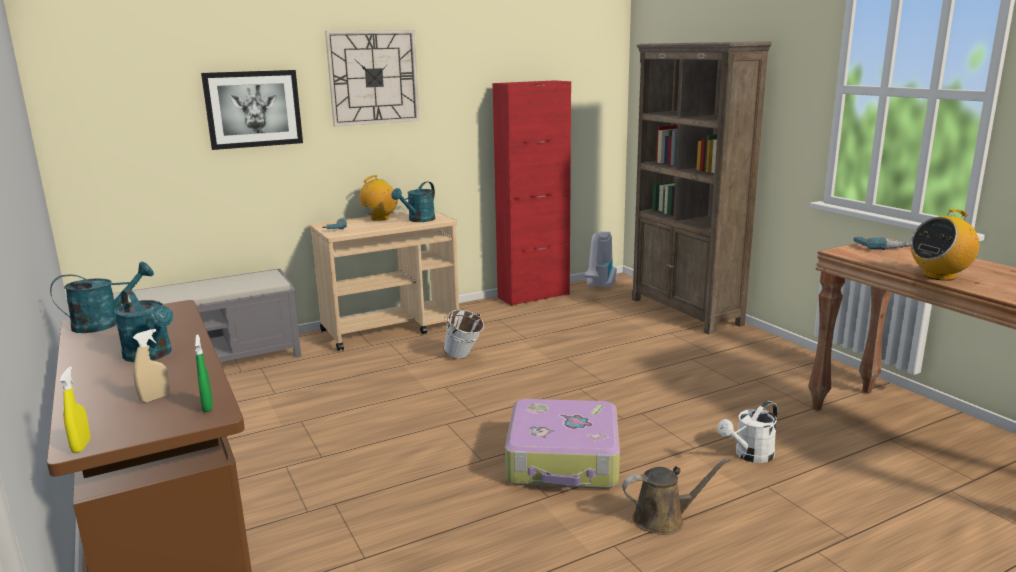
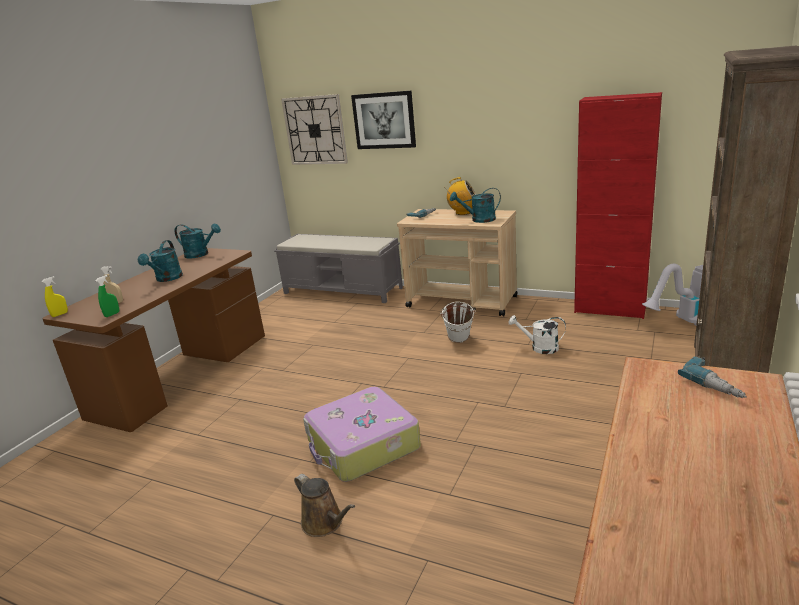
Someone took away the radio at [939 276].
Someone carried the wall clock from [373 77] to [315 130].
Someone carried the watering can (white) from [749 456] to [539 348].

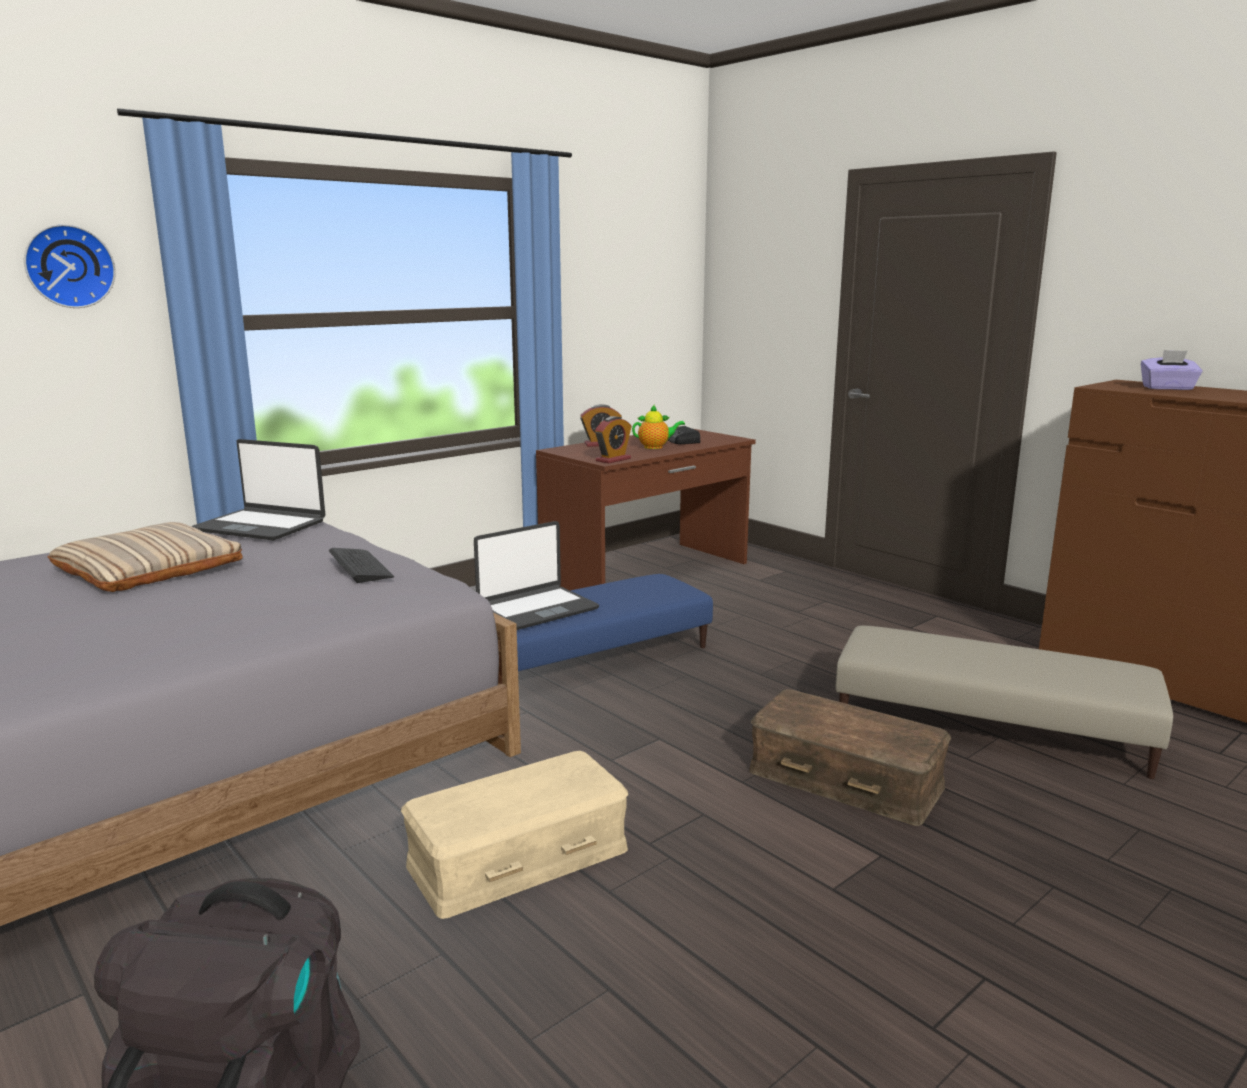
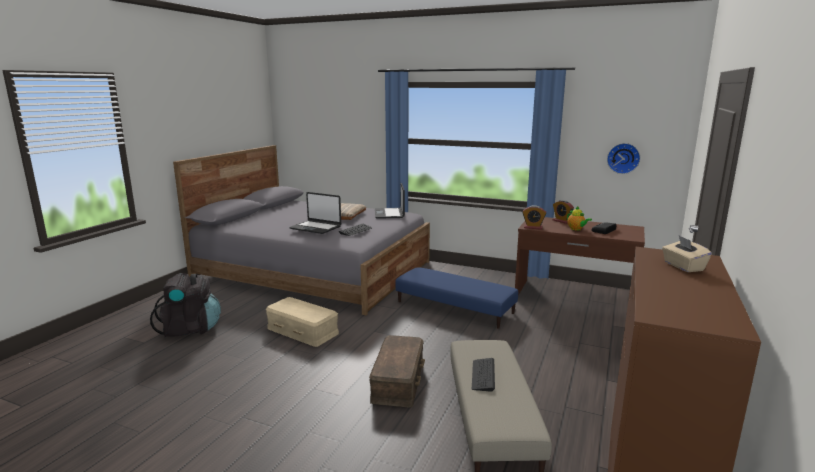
Someone put down the keyboard at [483 375].
Someone carried the wall clock from [69 266] to [623 158].
Someone carried the laptop from [537 609] to [316 227].
Someone repainted the tissue box (purple) at [1167 388], which became the tissue box (beige) at [683 266].

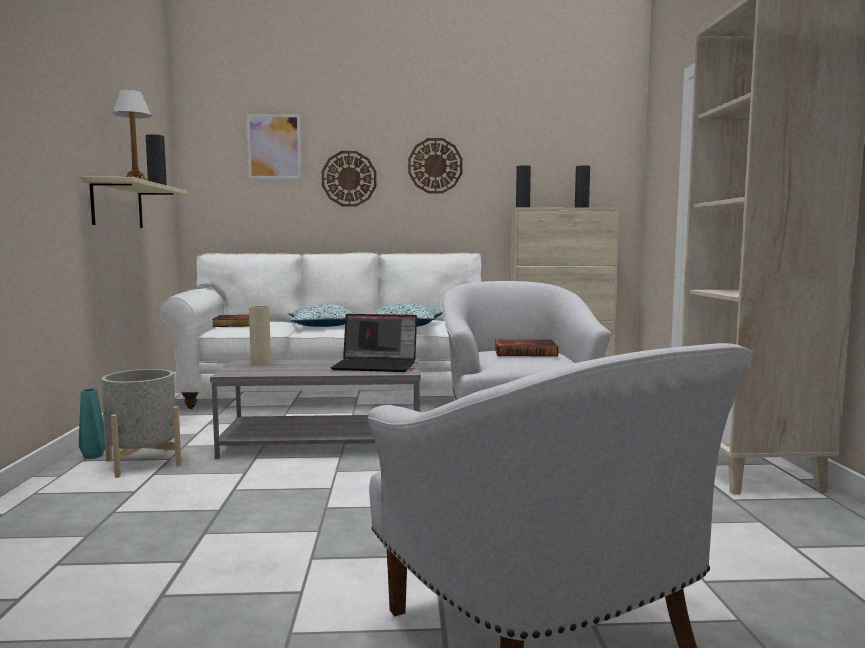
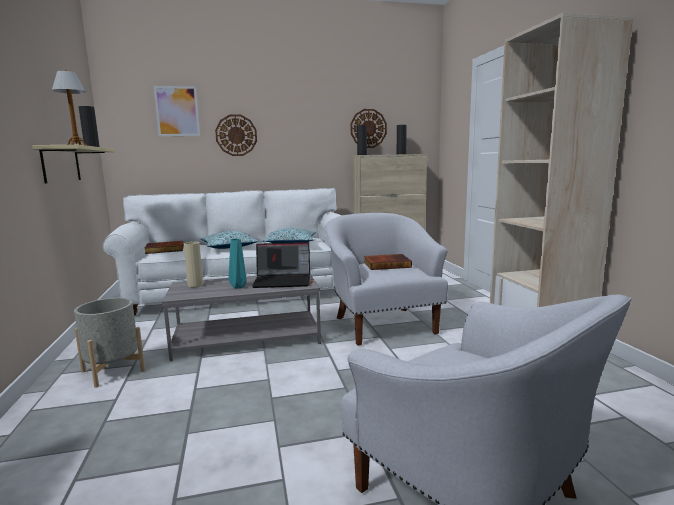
Someone carried the vase (turquoise) from [94 456] to [239 287].
Someone carried the wall clock from [435 166] to [368 128].

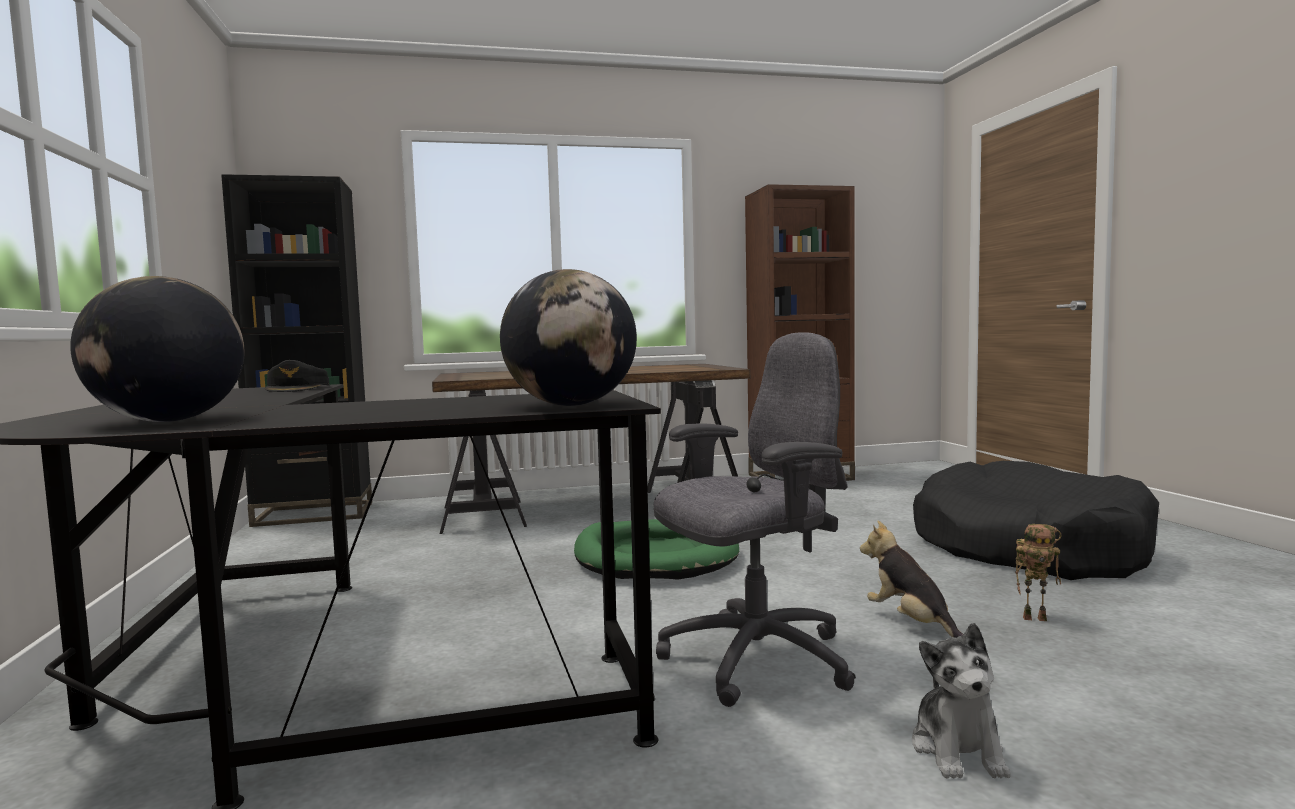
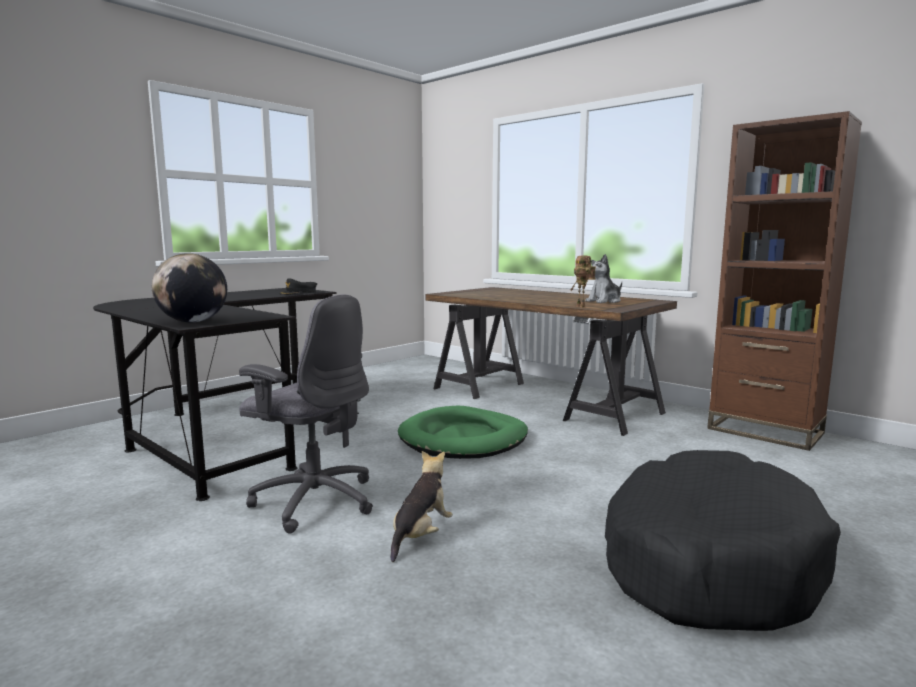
Someone took away the globe at [168 421].
Someone took away the bookcase (black) at [314 514].
Someone carried the plush toy from [958 750] to [604 301].
Someone carried the toy robot from [1035 618] to [582 306].

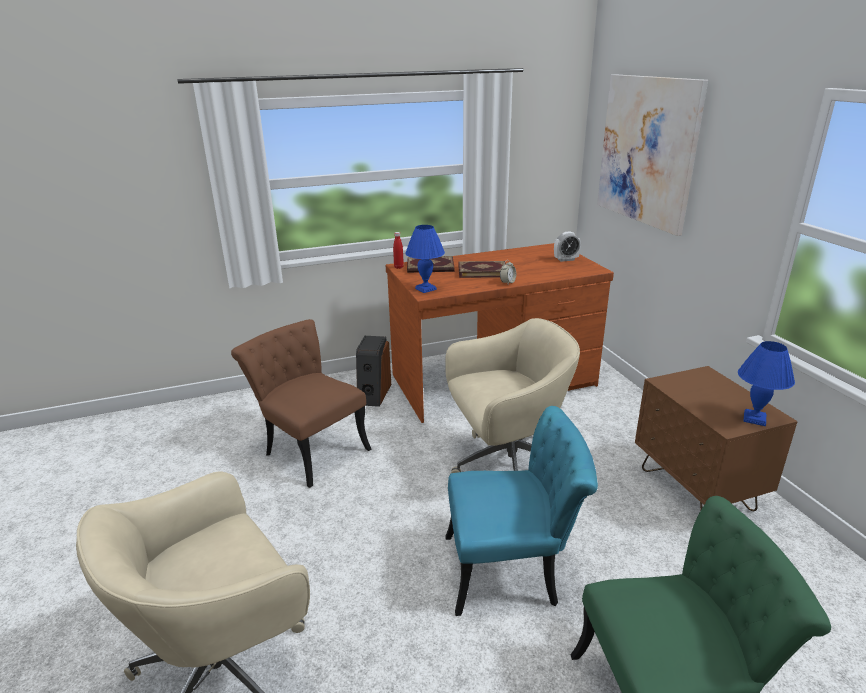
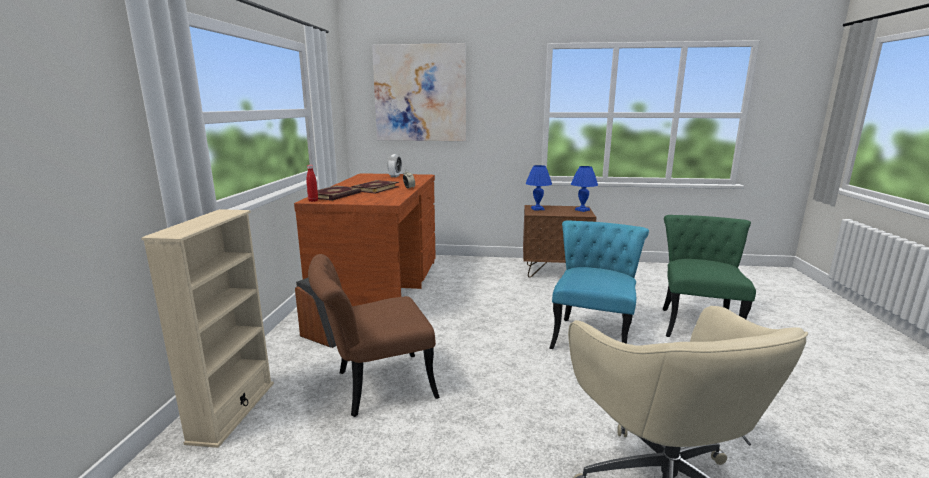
Someone took away the office chair (beige) at [506 465].
Someone put down the bookcase (beige) at [232 411].
Someone carried the table lamp (blue) from [425 289] to [537 209].

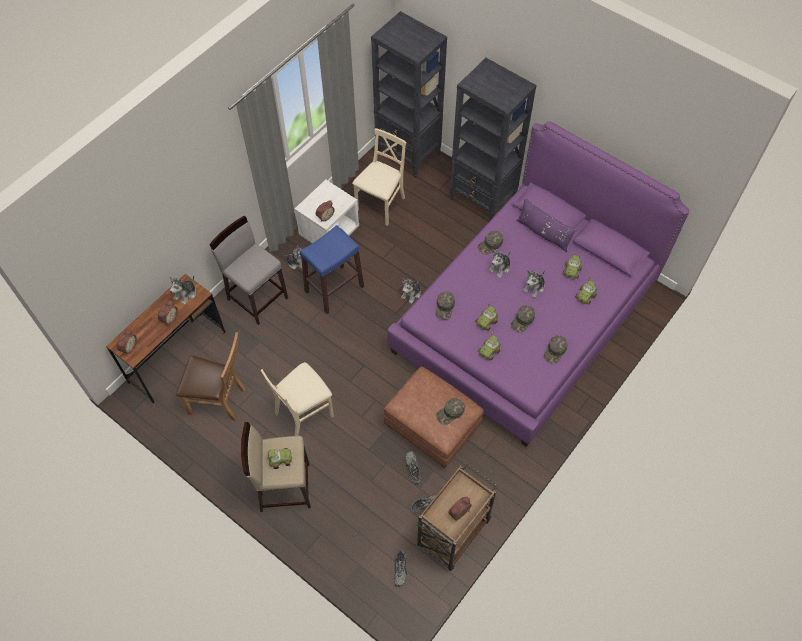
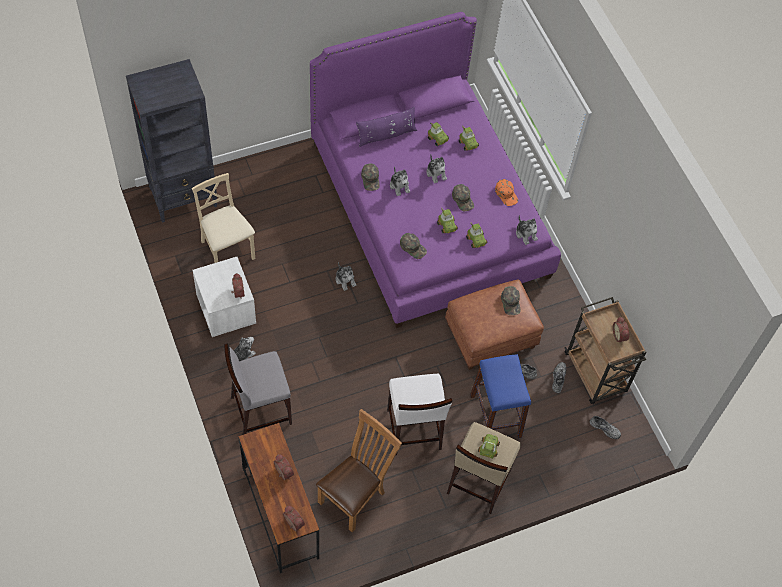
Someone took away the bookcase (black) at [483 199].
Someone carried the plush toy from [186 294] to [526 234].
Someone carried the stool (blue) from [334 289] to [495 416].
Someone swapped the chair (beige) at [304 412] for the stool (white) at [413 430].
Someone repainted the cap (green) at [555 351], which became the cap (orange) at [506 194].

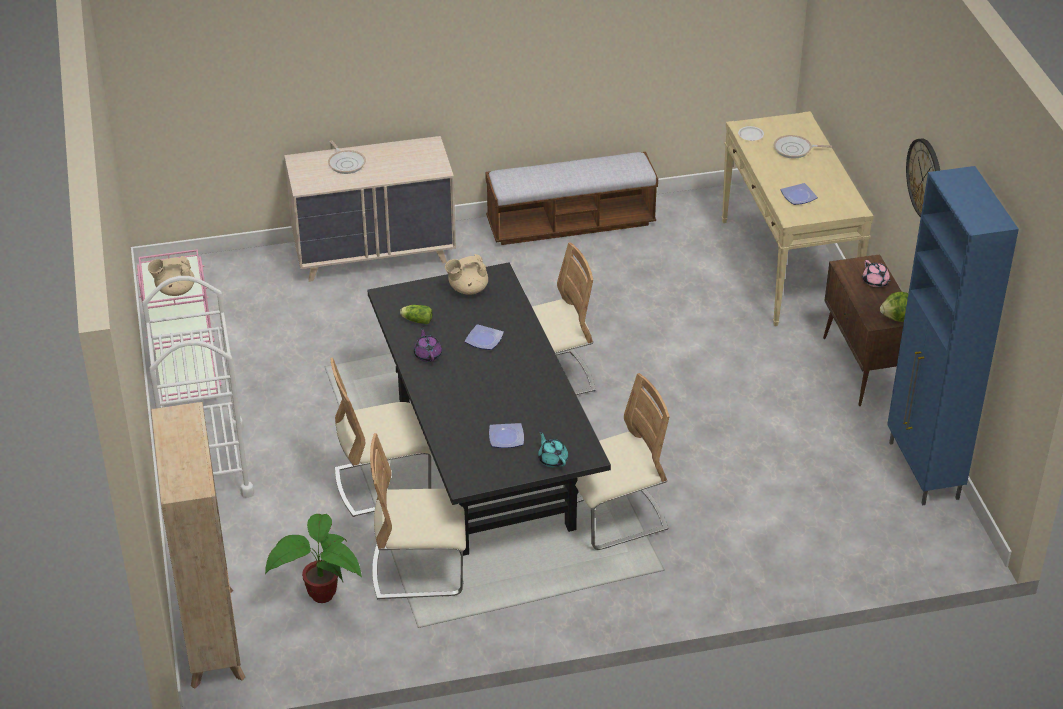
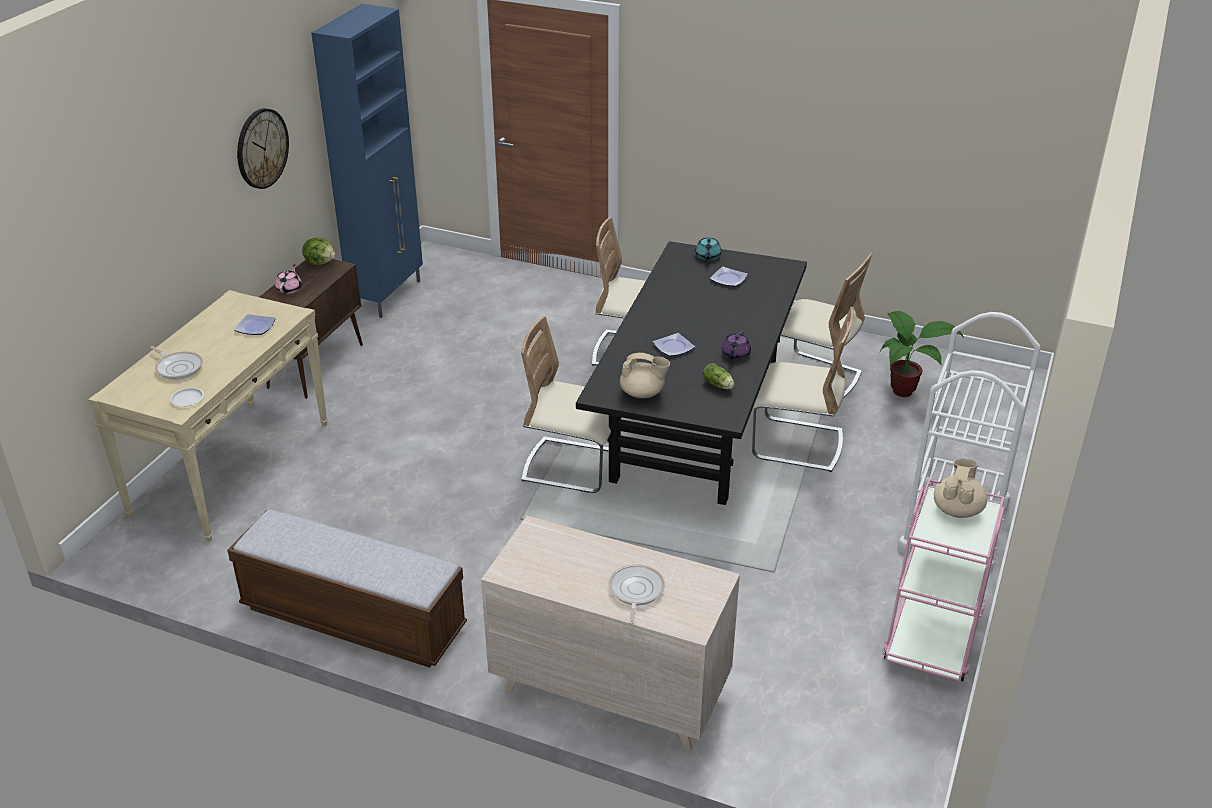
Someone took away the bookcase (beige) at [213 636].
Someone rotated the teapot (beige) at [175 290] by 90 degrees counterclockwise.

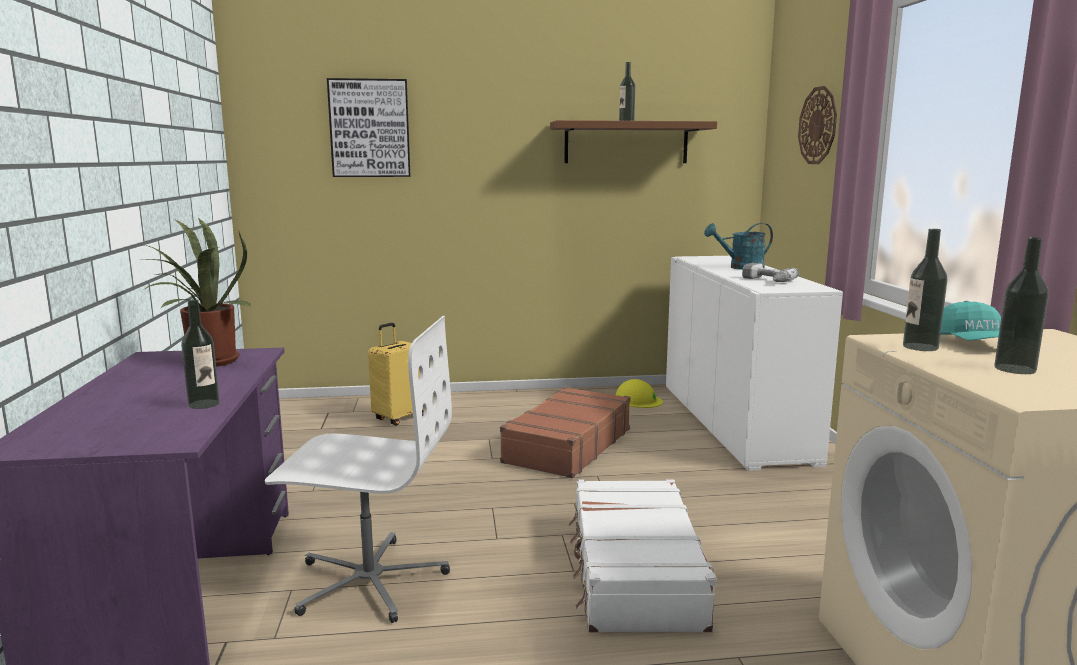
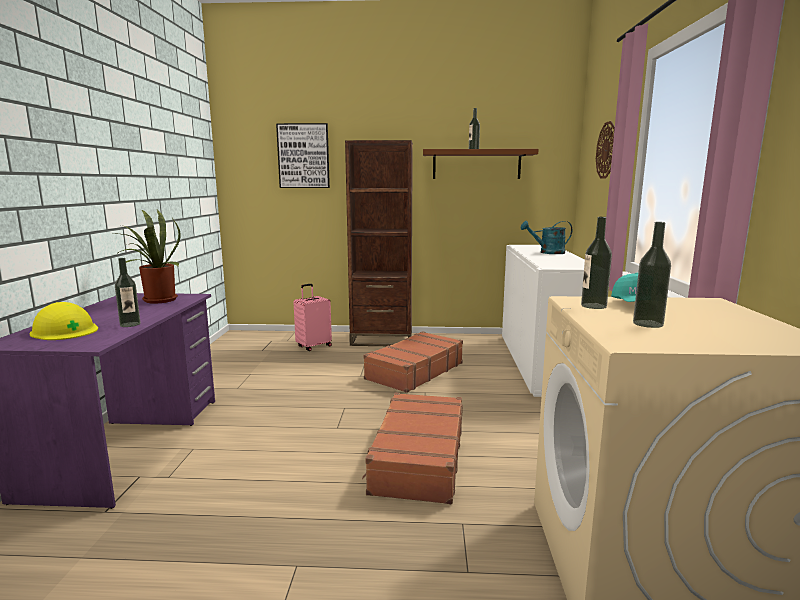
Someone took away the office chair (white) at [369 580].
Someone took away the power drill at [766 280].
Someone put down the bookcase (brown) at [381 339].
Someone carried the hard hat (yellow) from [637 400] to [65 330].
Someone repainted the suitcase (yellow) at [399 418], which became the suitcase (pink) at [313 346].
Someone repainted the suitcase (white) at [634 572], which became the suitcase (brown) at [417 458].

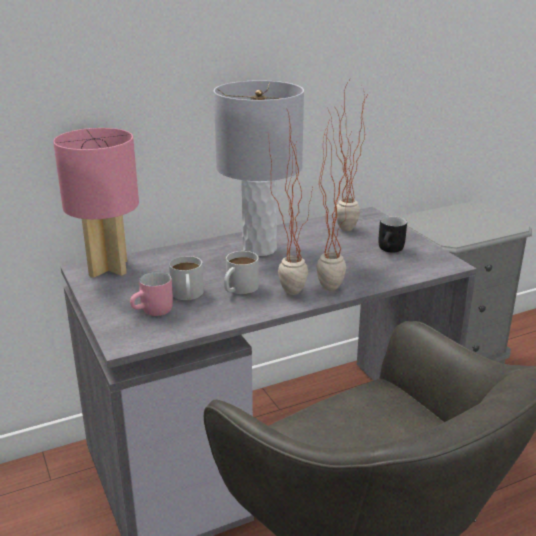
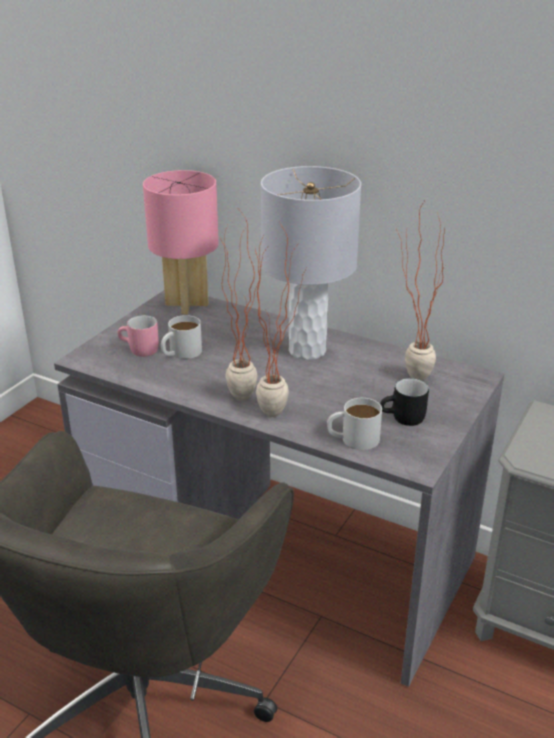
Someone carried the mug (white) from [238 289] to [353 439].

